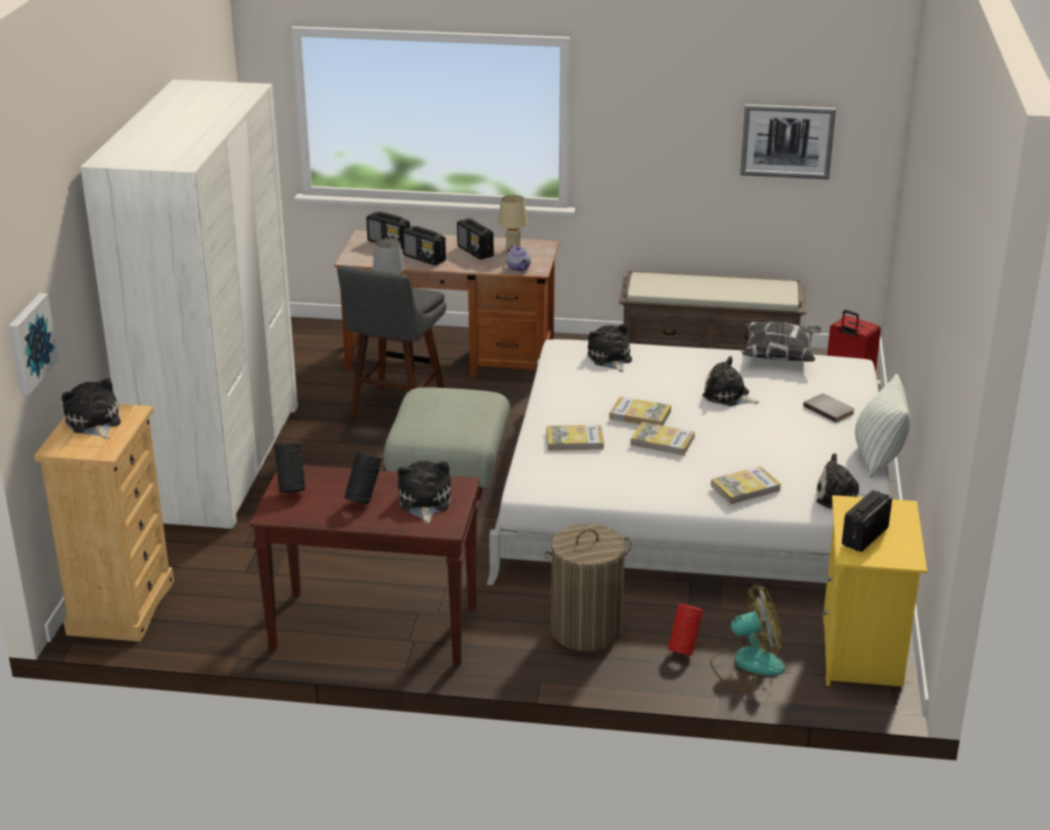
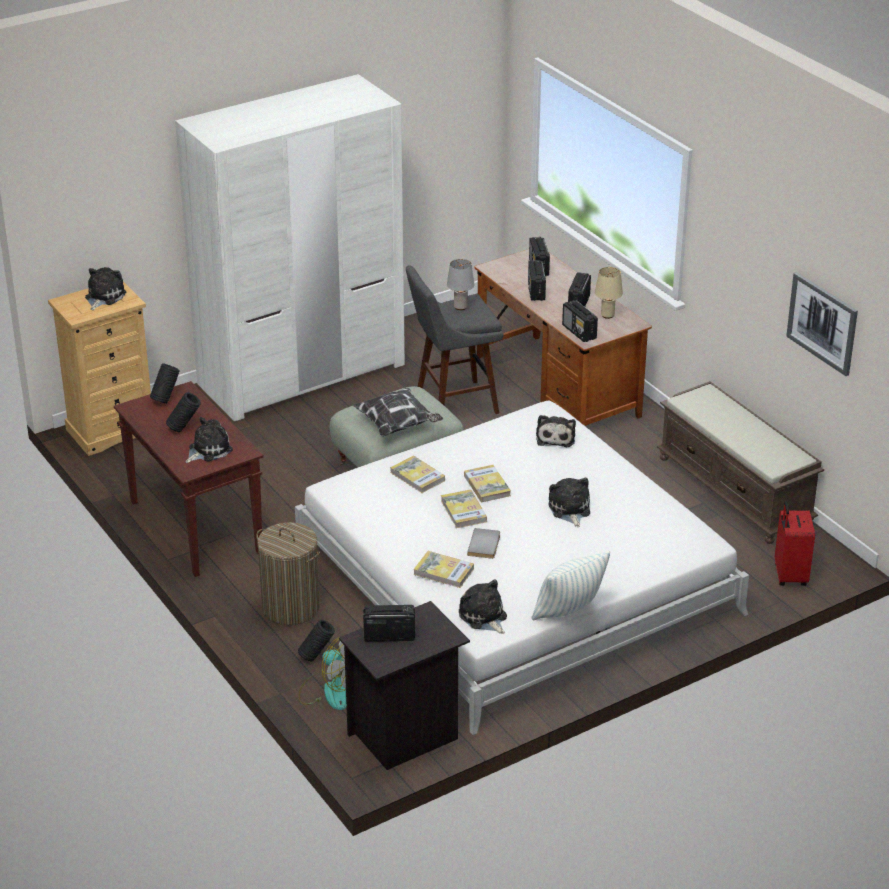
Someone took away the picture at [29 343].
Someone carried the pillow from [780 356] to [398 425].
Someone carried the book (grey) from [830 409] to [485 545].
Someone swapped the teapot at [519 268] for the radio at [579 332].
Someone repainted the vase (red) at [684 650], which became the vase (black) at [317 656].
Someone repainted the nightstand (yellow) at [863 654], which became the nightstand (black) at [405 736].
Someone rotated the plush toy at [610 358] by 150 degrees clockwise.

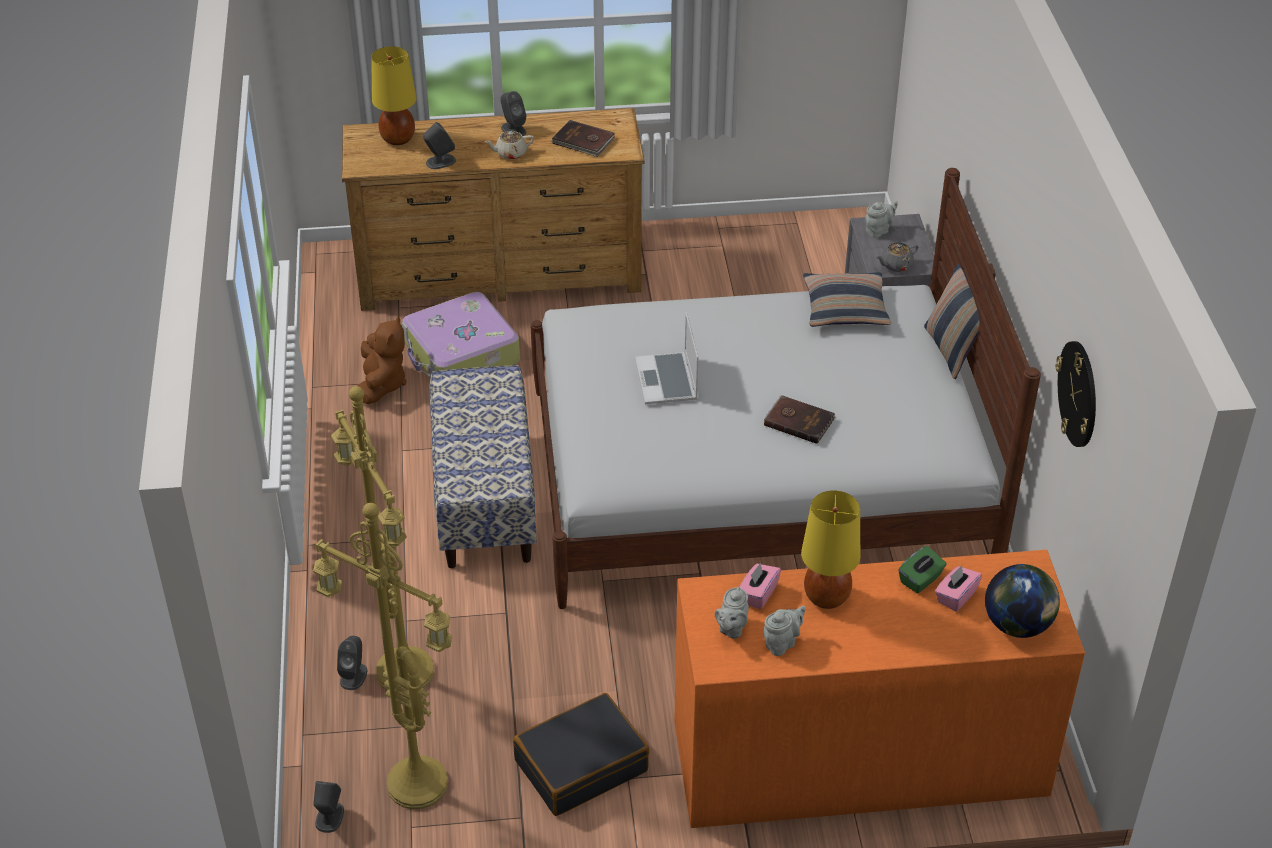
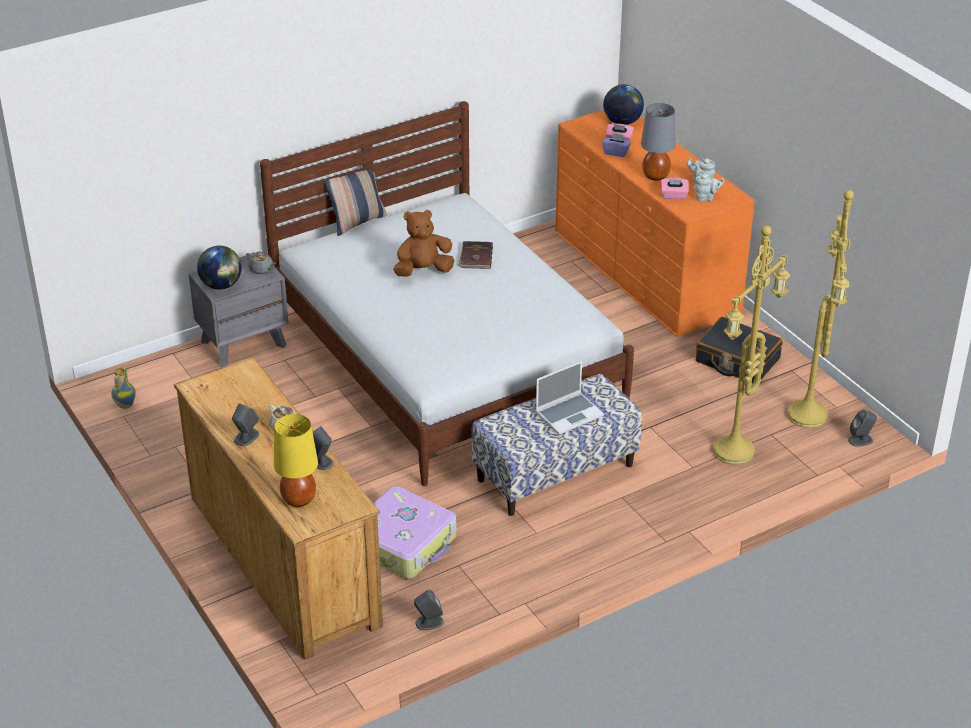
Someone took away the book (brown) at [583 141].
Someone took away the pillow at [845 309].
Someone took away the wall clock at [1078 394].
Someone put down the vase at [124 405].
Someone carried the speaker (grey) from [353 676] to [429 622].
Someone carried the plush toy (brown) from [381 384] to [423 271].
Someone carried the laptop from [667 381] to [569 414].
Someone swapped the teapot (grey) at [879 230] for the globe at [221 285].
Someone repainted the table lamp (yellow) at [827 597], which became the table lamp (grey) at [655 176].
Someone repainted the tissue box (green) at [921 580], which became the tissue box (purple) at [616 152].

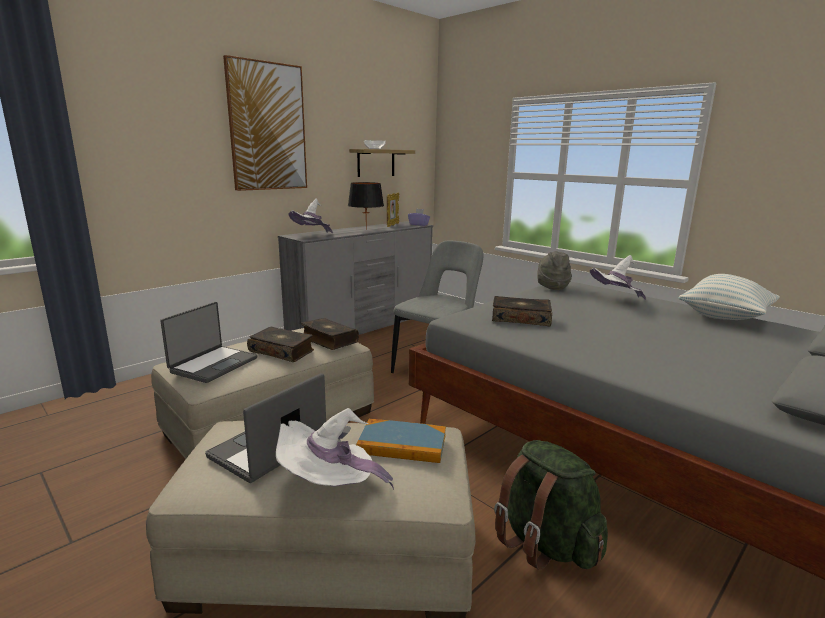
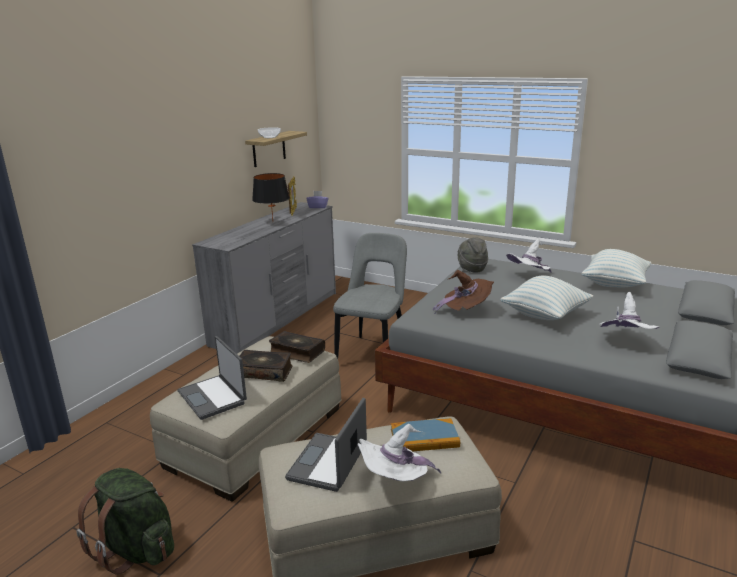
Someone took away the picture at [267 127].
Someone put down the pillow at [545 315].
Someone carried the hat (white) from [312 236] to [624 342].
Someone carried the backpack (green) from [545 543] to [136 549].
Someone swapped the book at [520 318] for the hat (brown) at [465 310].
Someone rotated the laptop at [213 365] by 135 degrees clockwise.

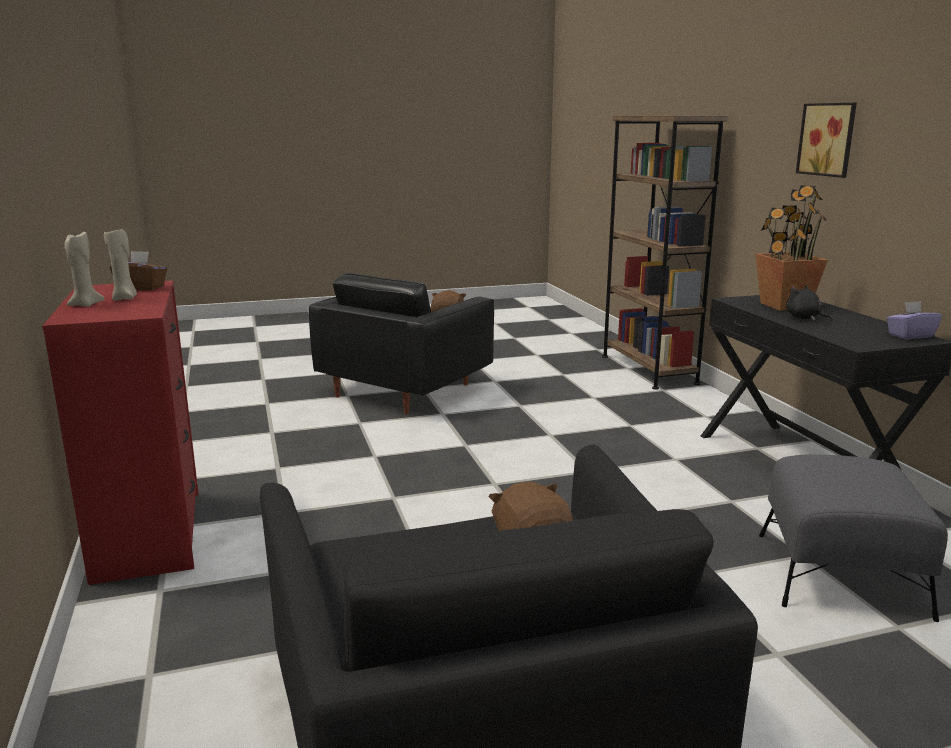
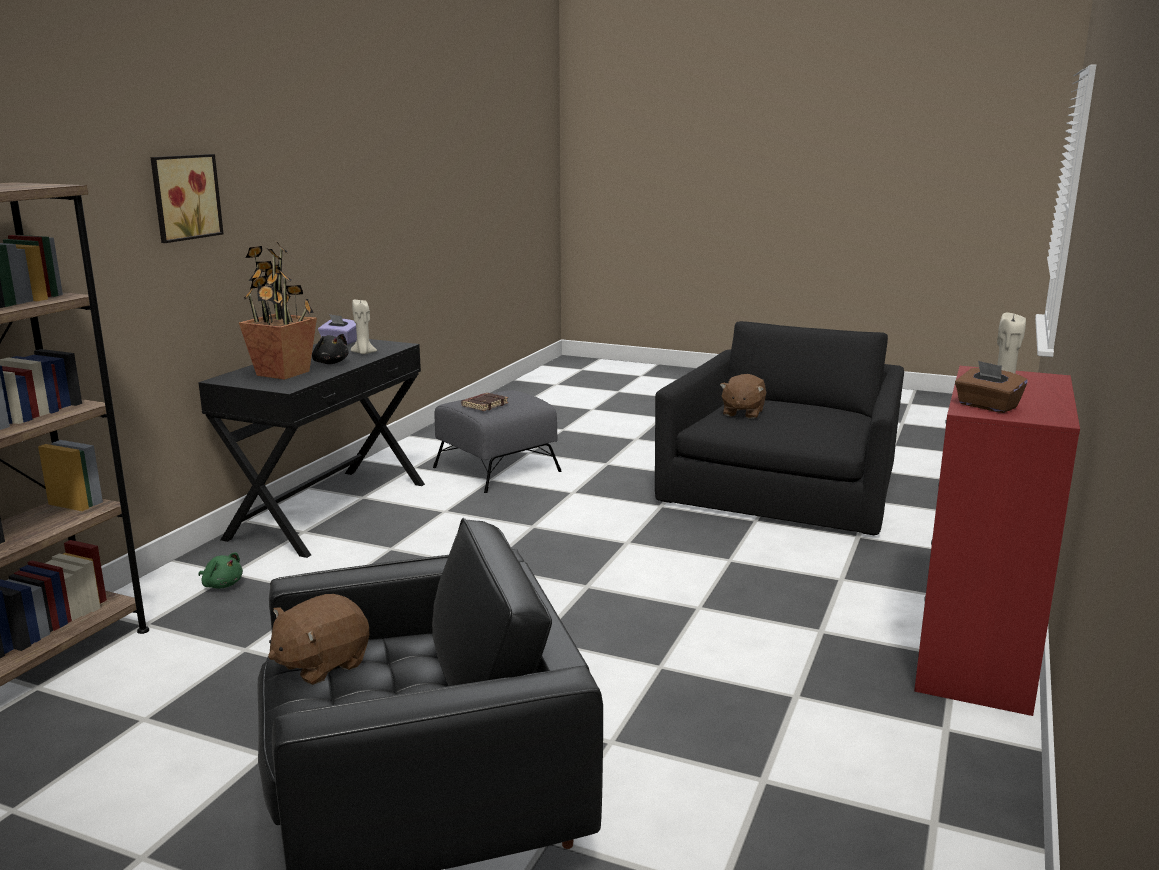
Someone put down the plush toy (green) at [222 585].
Someone put down the book (brown) at [484 405].
Someone carried the candle (beige) from [85 305] to [363 353].
Someone rotated the plush toy (black) at [804 318] by 45 degrees counterclockwise.

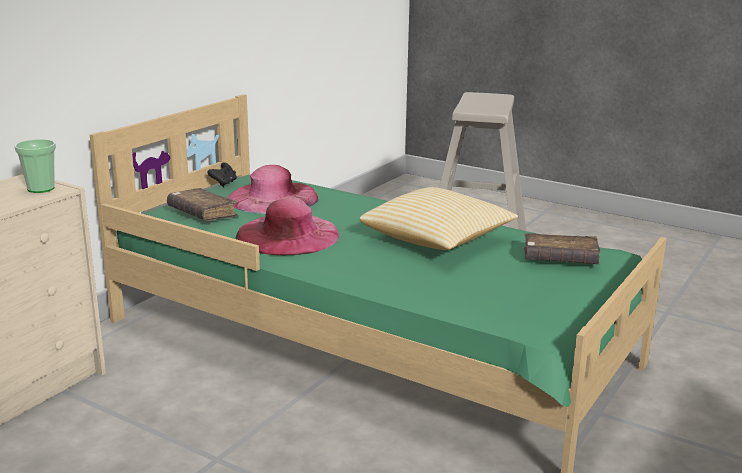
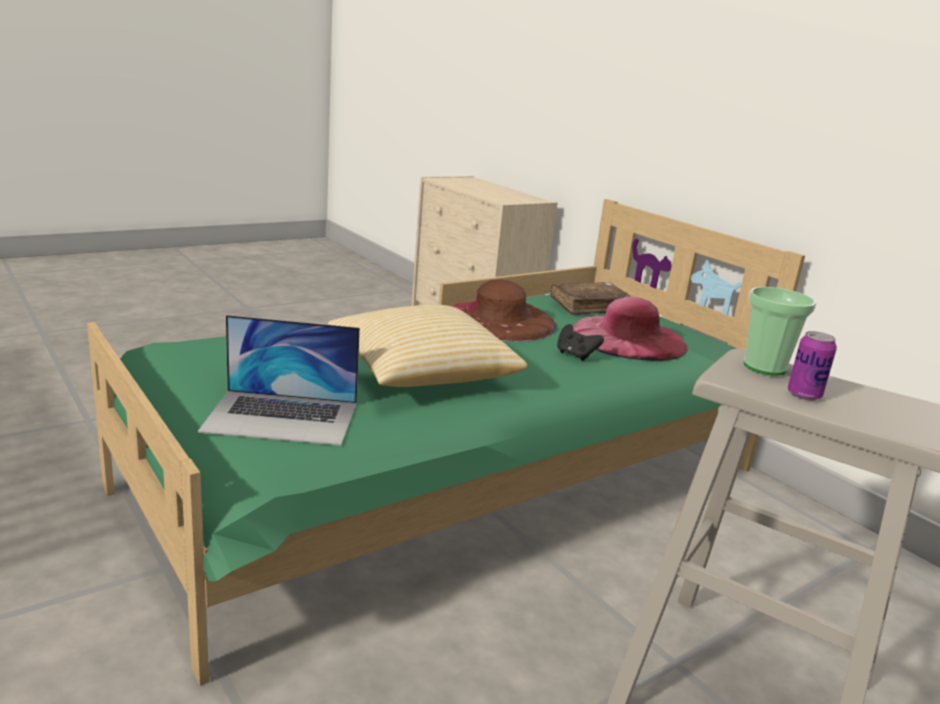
Someone put down the can at [804 395].
Someone carried the cup from [41 189] to [764 367].
Someone carried the game controller (black) from [224 183] to [575 355].
Someone swapped the book (brown) at [560 259] for the laptop at [282 417].
Someone repainted the hat (pink) at [288 235], which became the hat (brown) at [499 320].

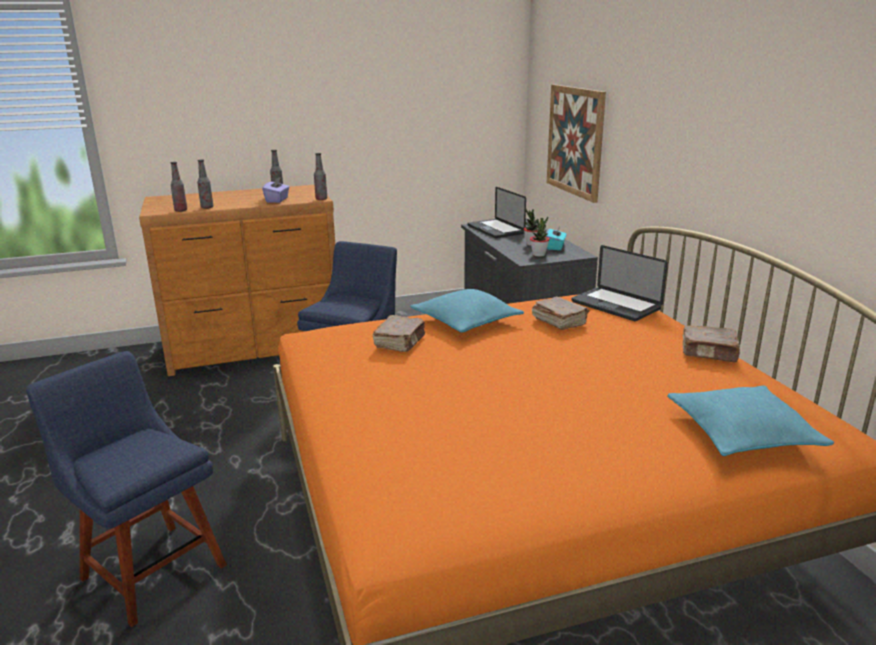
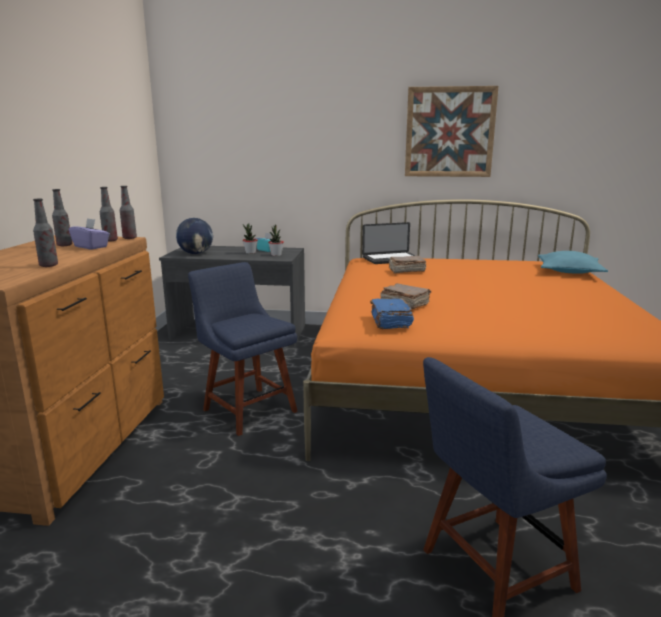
Someone took away the pillow (turquoise) at [466 321].
Someone took away the book (brown) at [709 353].
Someone put down the book (blue) at [390 322].
Someone carried the bottle from [181 210] to [110 240].
Someone carried the picture from [575 141] to [449 132].
Someone swapped the laptop at [495 229] for the globe at [196 253].

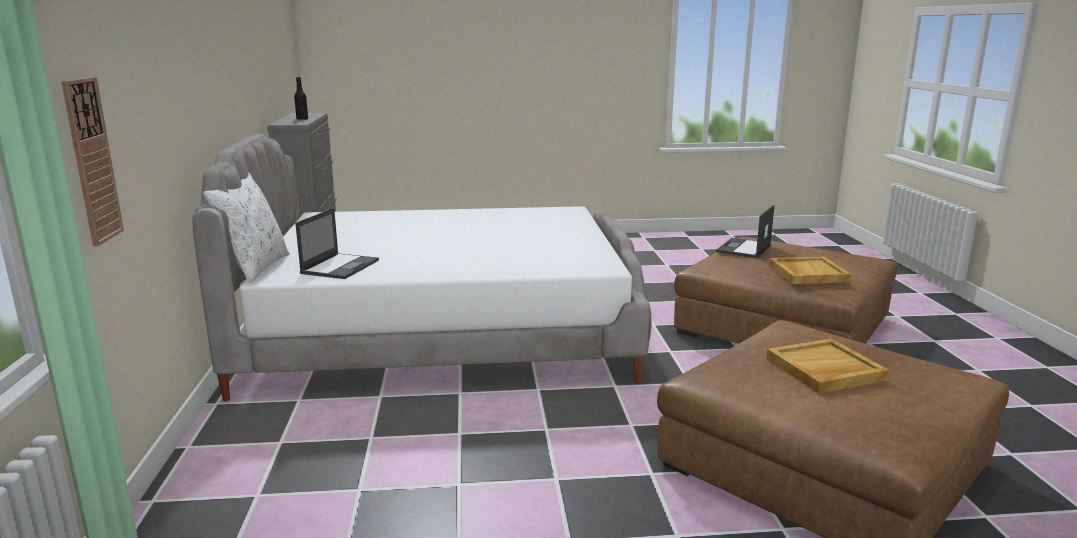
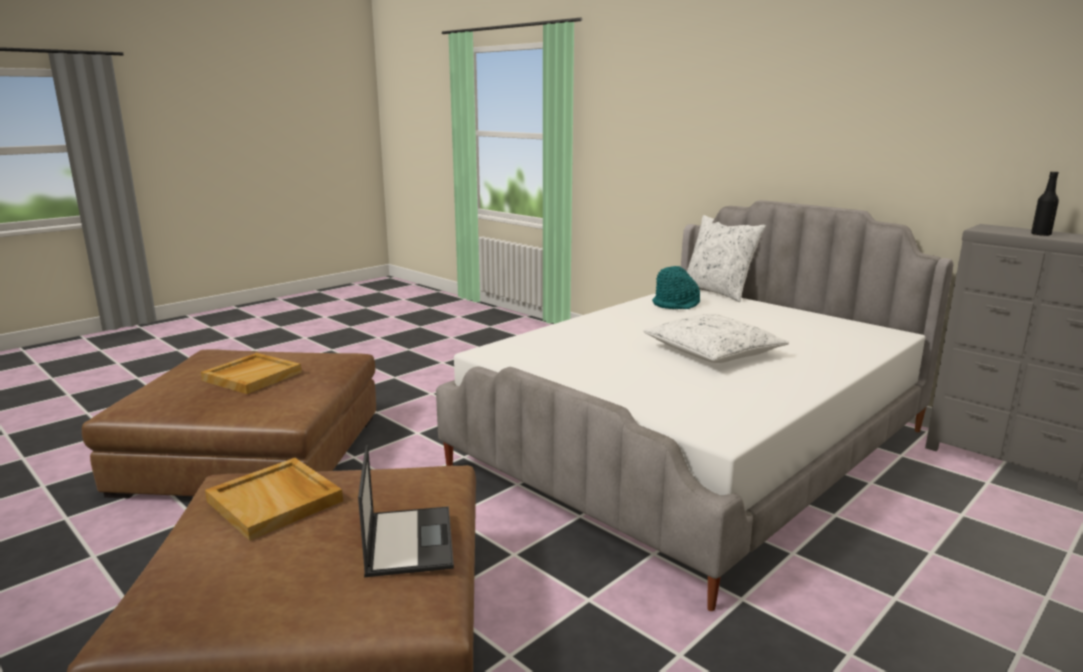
Someone took away the wall clock at [92 161].
Someone put down the pillow (white) at [712 352].
Someone swapped the laptop at [340 266] for the hat (turquoise) at [676 304].

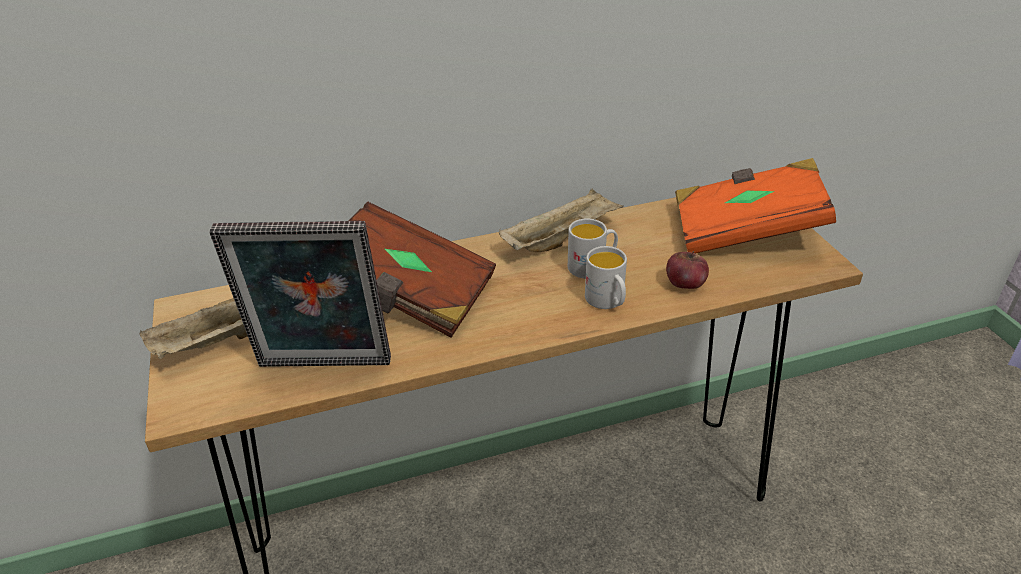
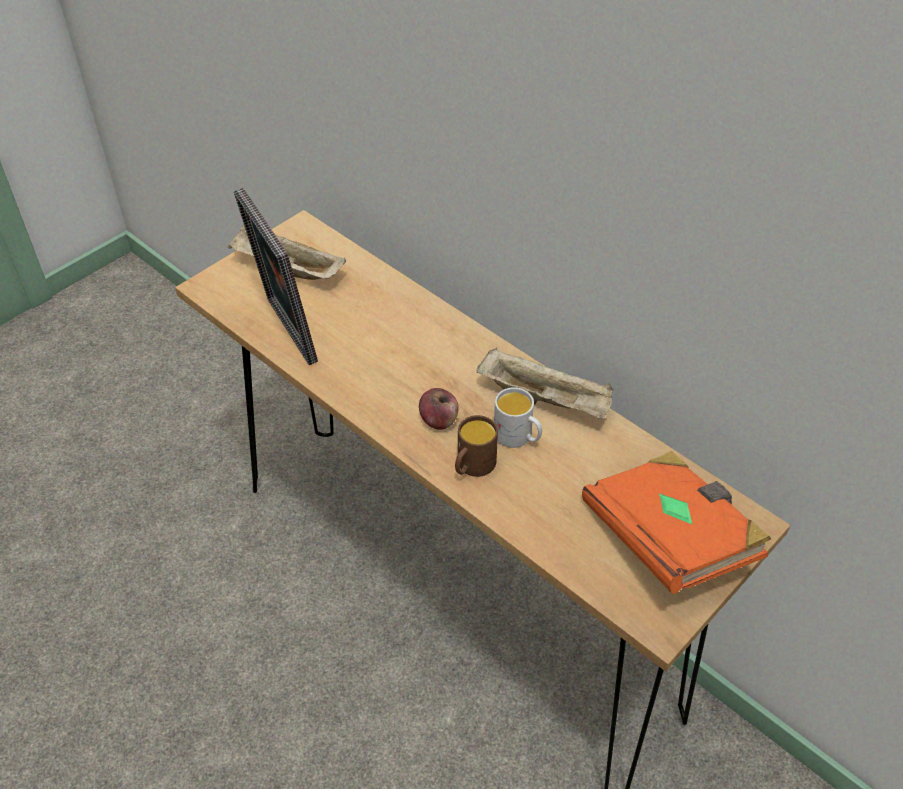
Someone took away the book (brown) at [410 294].
Someone carried the apple from [685 284] to [439 420].
Someone repainted the mug (white) at [607 302], which became the mug (brown) at [472 467].

